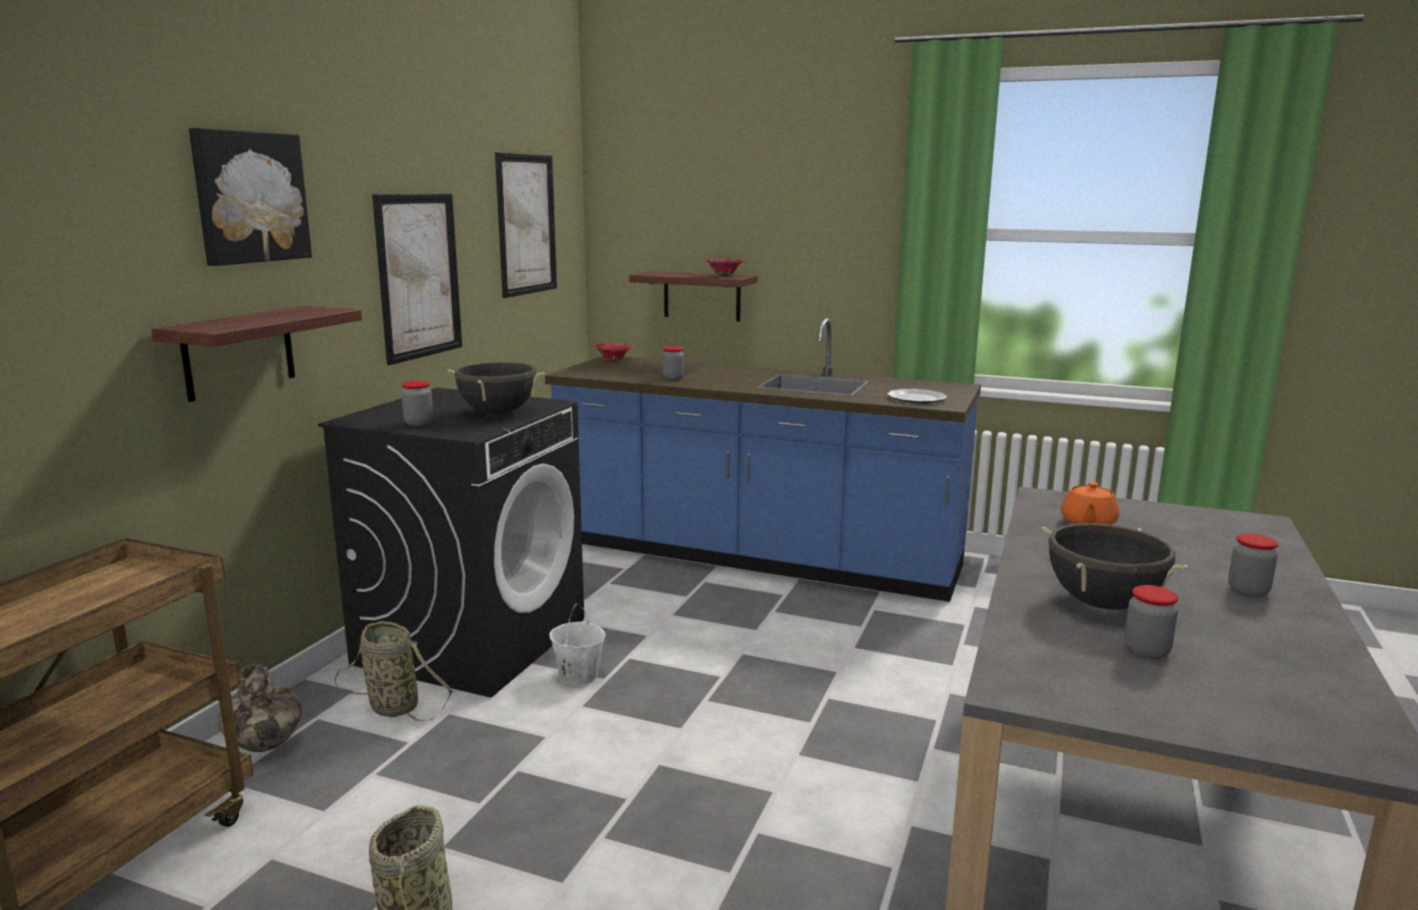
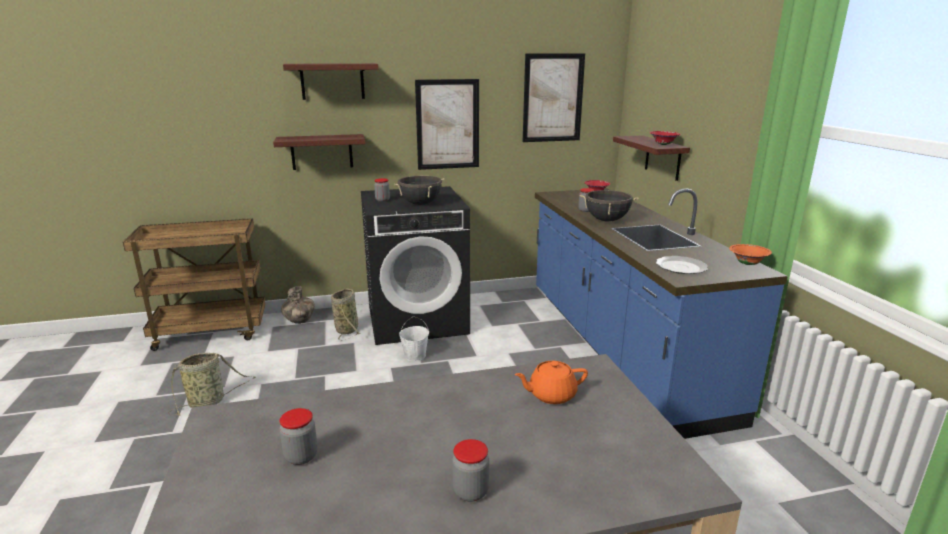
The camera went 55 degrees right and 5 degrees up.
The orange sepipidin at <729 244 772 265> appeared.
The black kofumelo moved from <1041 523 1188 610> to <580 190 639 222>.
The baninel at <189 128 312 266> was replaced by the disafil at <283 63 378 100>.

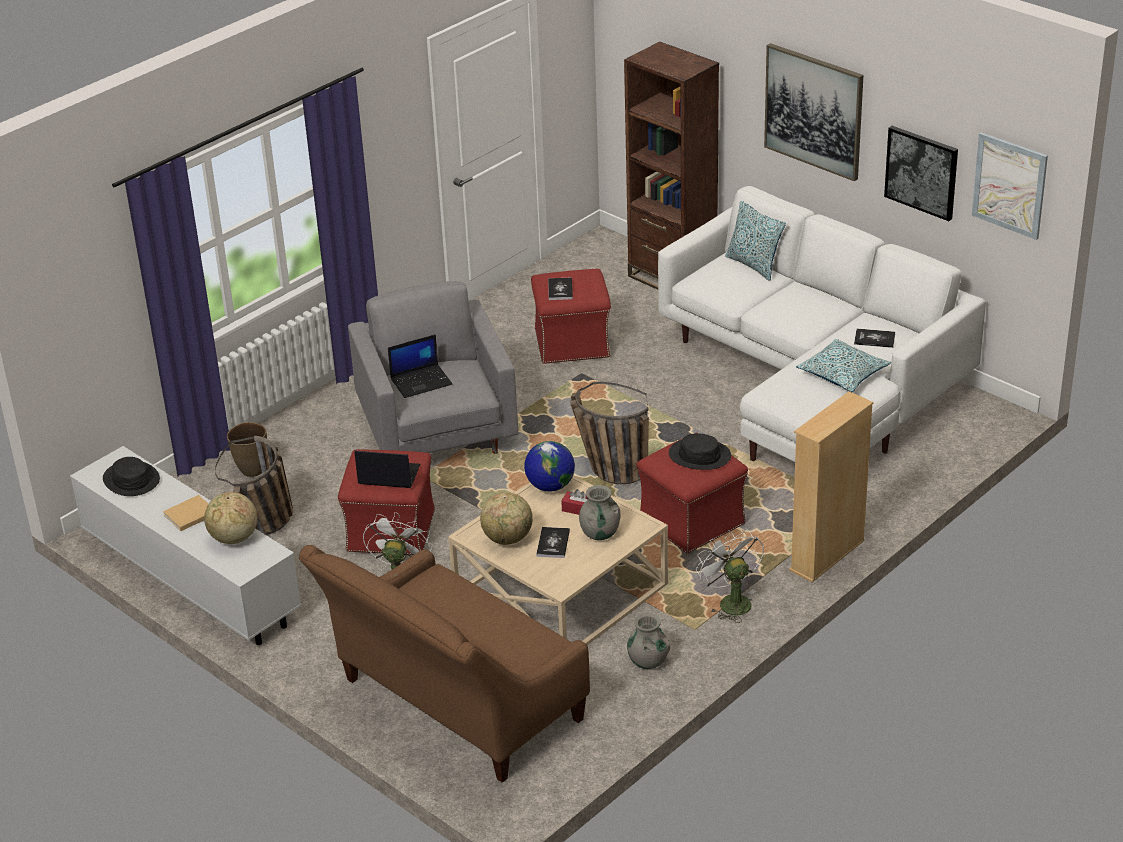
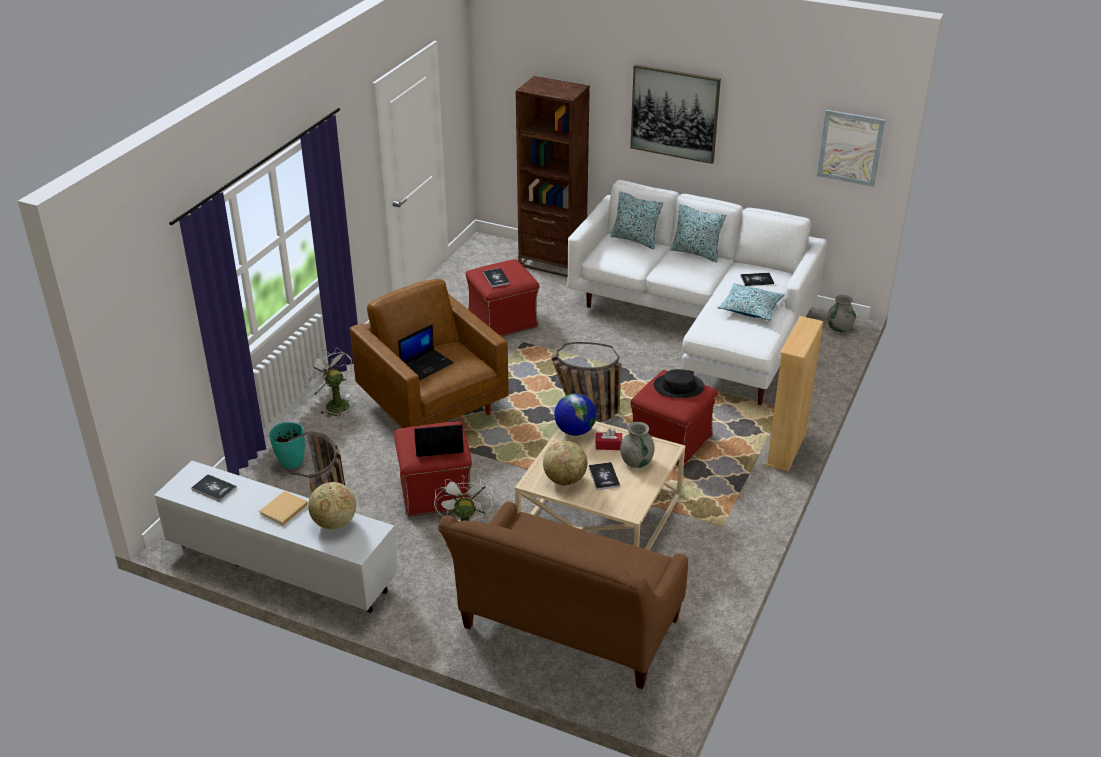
The camera went 20 degrees left and 0 degrees up.
The baninel at <884 126 958 221> disappeared.
The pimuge at <670 204 726 262> appeared.
The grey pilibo moved from <627 613 670 669> to <827 295 856 332>.
The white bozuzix moved from <696 529 764 623> to <304 348 352 417>.
The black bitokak at <103 457 160 496> was replaced by the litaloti at <191 474 237 502>.
The brown pilibo at <227 422 267 477> became the turquoise pilibo at <269 422 305 469>.
The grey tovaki at <348 281 518 454> became the brown tovaki at <350 279 509 428>.

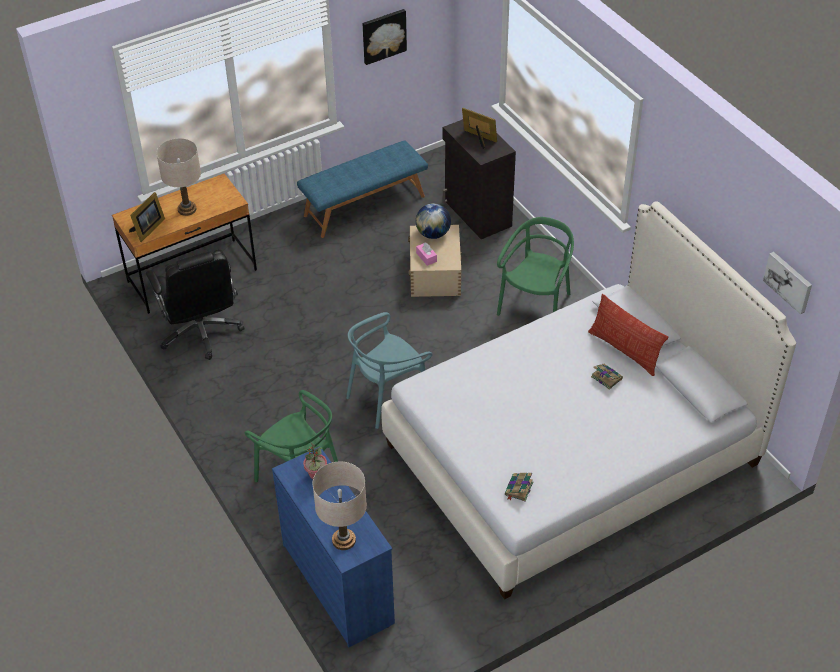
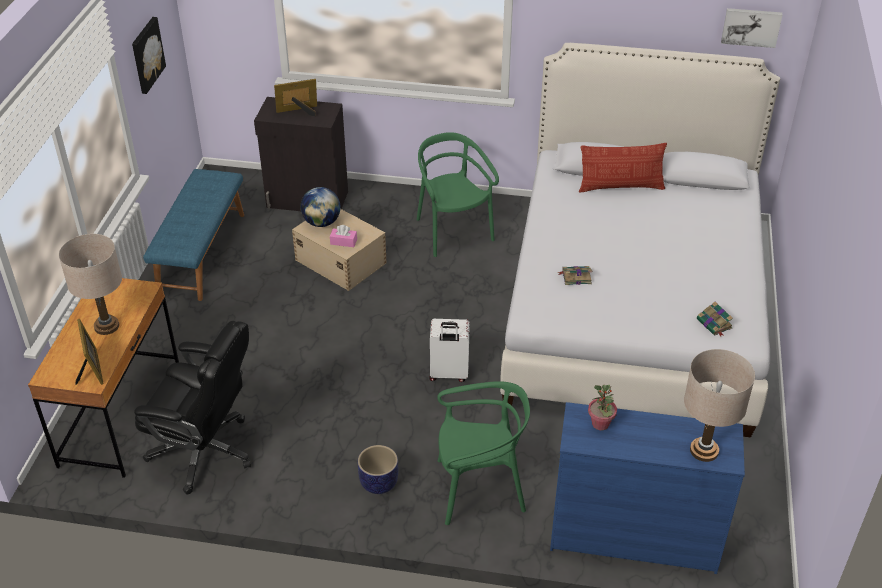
The camera went 50 degrees left and 5 degrees down.
The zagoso at <358 445 398 494> appeared.
The litaloti moved from <591 364 623 390> to <558 266 593 285>.
The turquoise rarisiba at <346 312 432 429> was replaced by the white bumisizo at <429 319 470 382>.

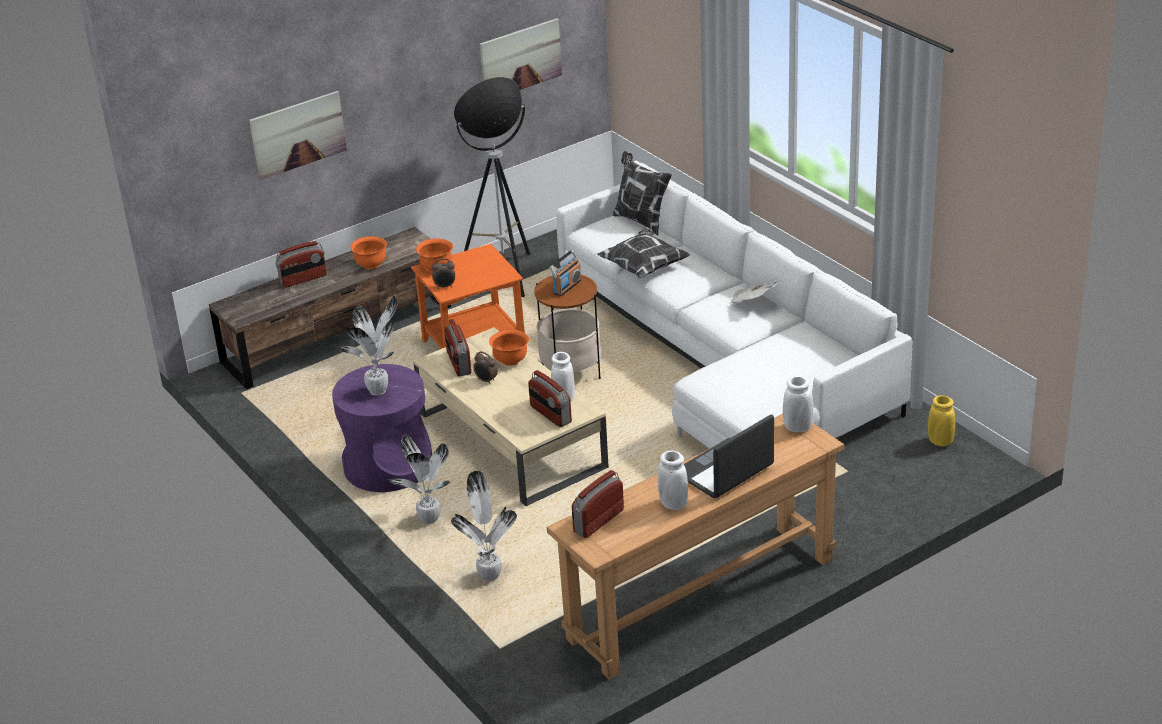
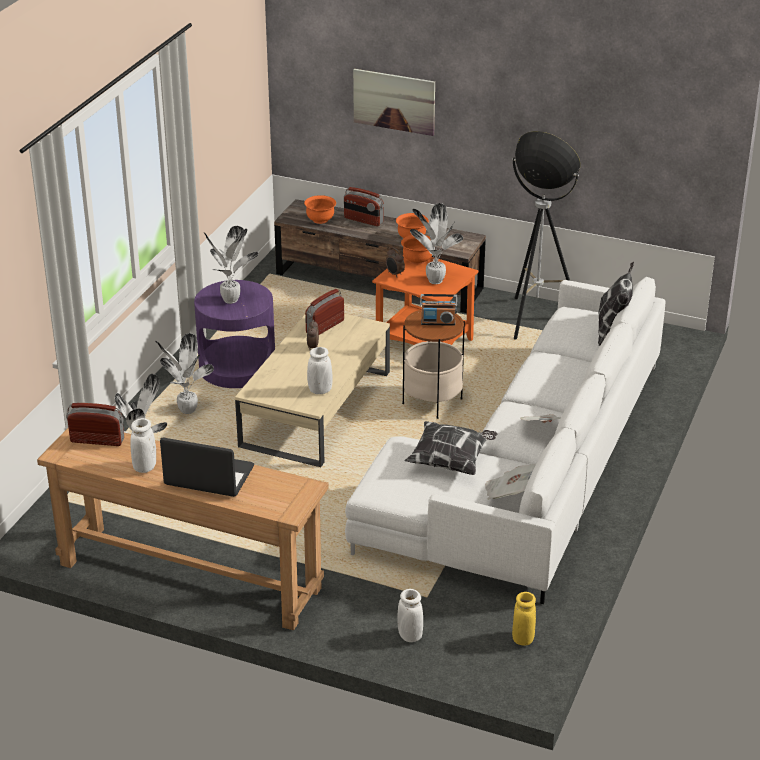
The camera went 55 degrees right and 0 degrees up.
The baninel at <480 18 562 90> disappeared.
The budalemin at <528 370 572 427> disappeared.
The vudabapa at <410 203 463 284> appeared.
The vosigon at <485 464 535 500> appeared.
The orange sepipidin moved from <489 329 529 366> to <304 195 336 224>.
The pimuge moved from <597 228 690 279> to <405 421 497 475>.
The white pilibo moved from <783 376 813 432> to <397 589 423 642>.

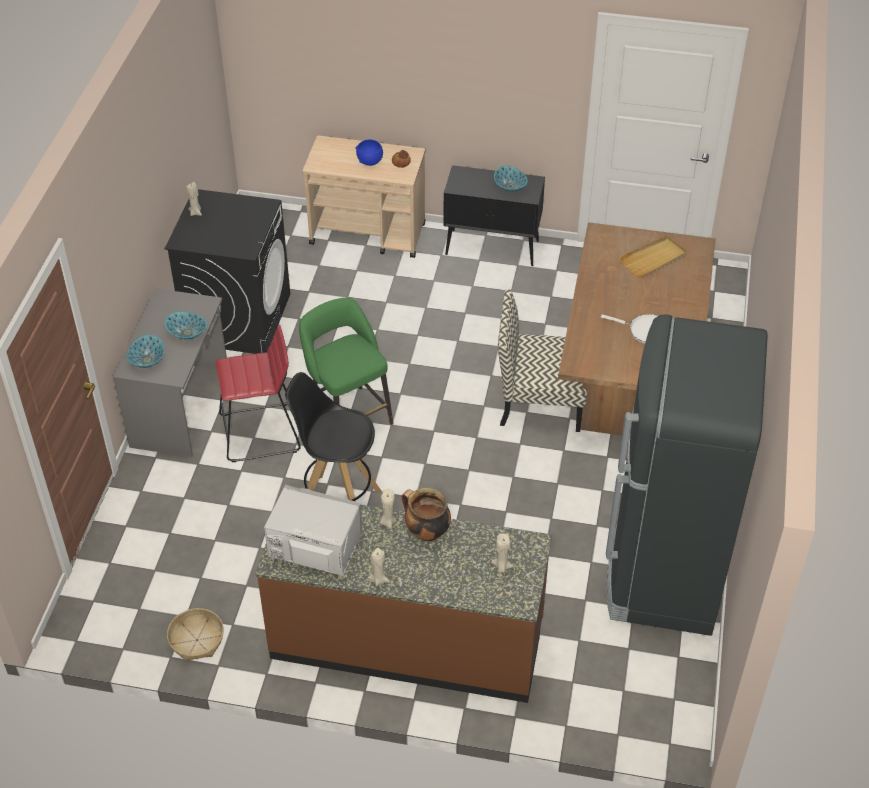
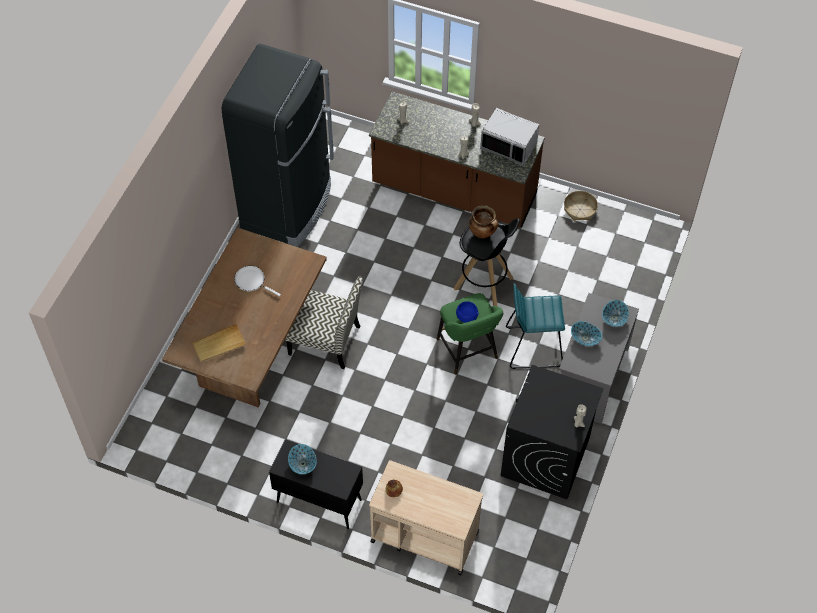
The camera went 170 degrees left and 10 degrees up.
The blue sepipidin moved from <355 140 383 166> to <456 301 479 323>.
The kofumelo moved from <402 488 451 541> to <469 205 499 238>.
The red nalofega at <216 325 301 462> became the turquoise nalofega at <506 283 565 369>.

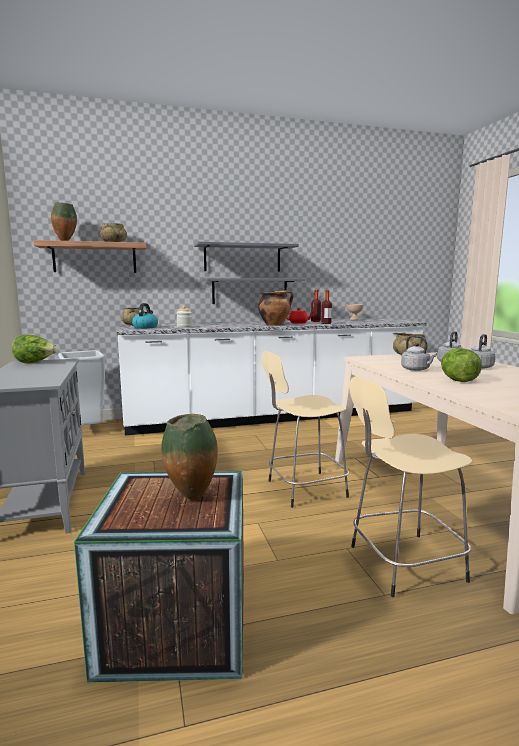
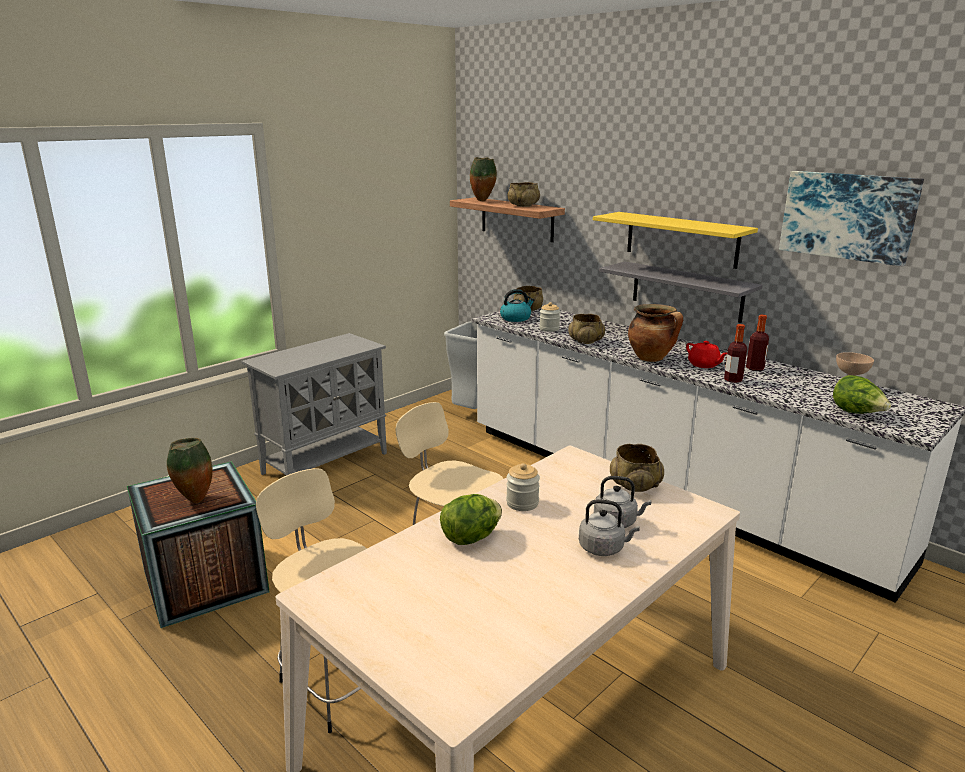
The camera went 60 degrees right and 10 degrees up.
The beige sepipidin at <568 314 605 344> appeared.
The baninel at <779 171 924 266> appeared.
The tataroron moved from <12 335 58 363> to <833 375 891 414>.
The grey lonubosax at <401 335 437 371> was replaced by the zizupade at <506 463 540 511>.
The grey disafil at <194 242 299 272> became the yellow disafil at <593 212 758 269>.

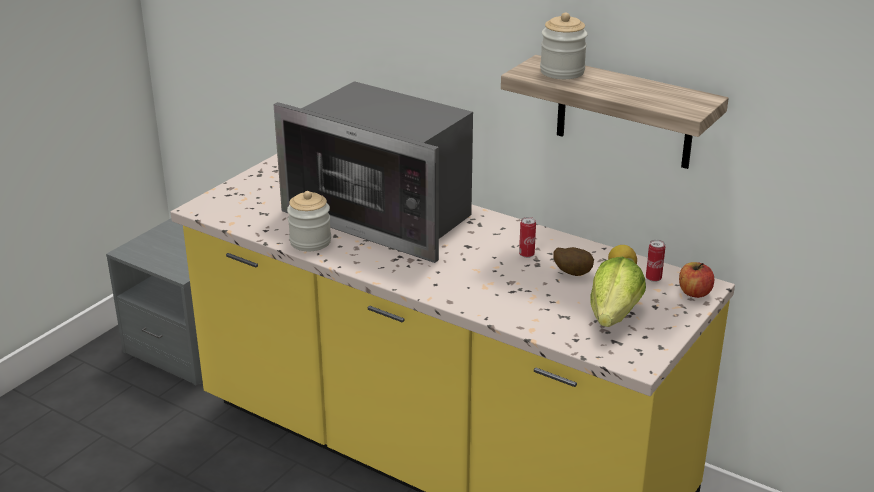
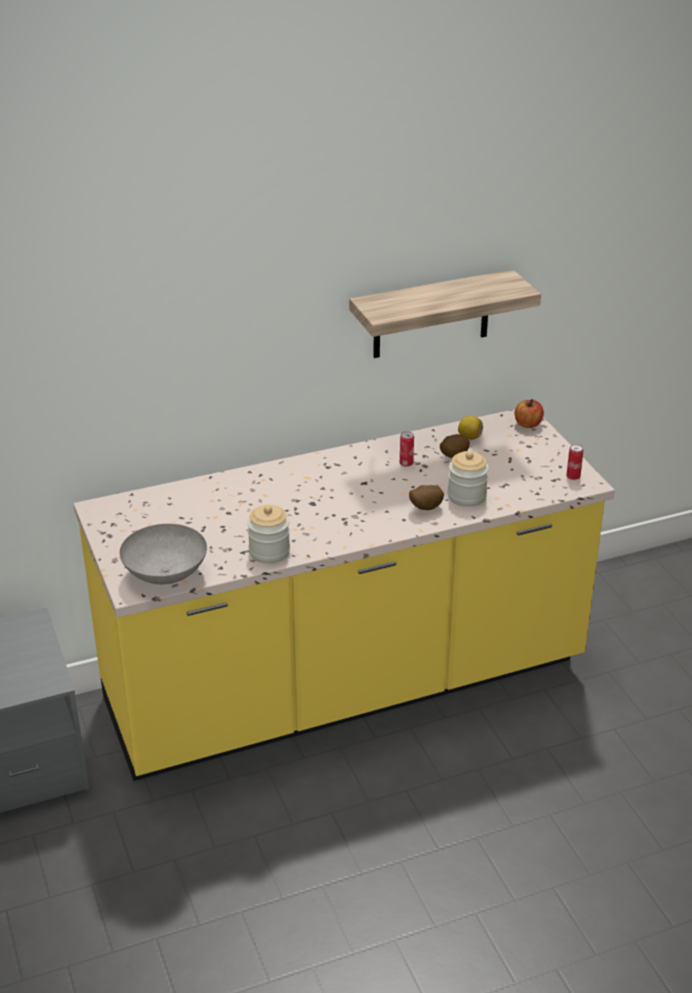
The camera went 55 degrees left and 5 degrees up.
The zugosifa at <273 81 473 263> disappeared.
The tataroron at <590 257 646 327> disappeared.
The grey sepipidin at <120 524 207 584> appeared.
The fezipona at <409 485 444 510> appeared.
The zizupade moved from <540 13 588 79> to <448 451 489 507>.
The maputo moved from <646 240 665 282> to <566 444 584 480>.

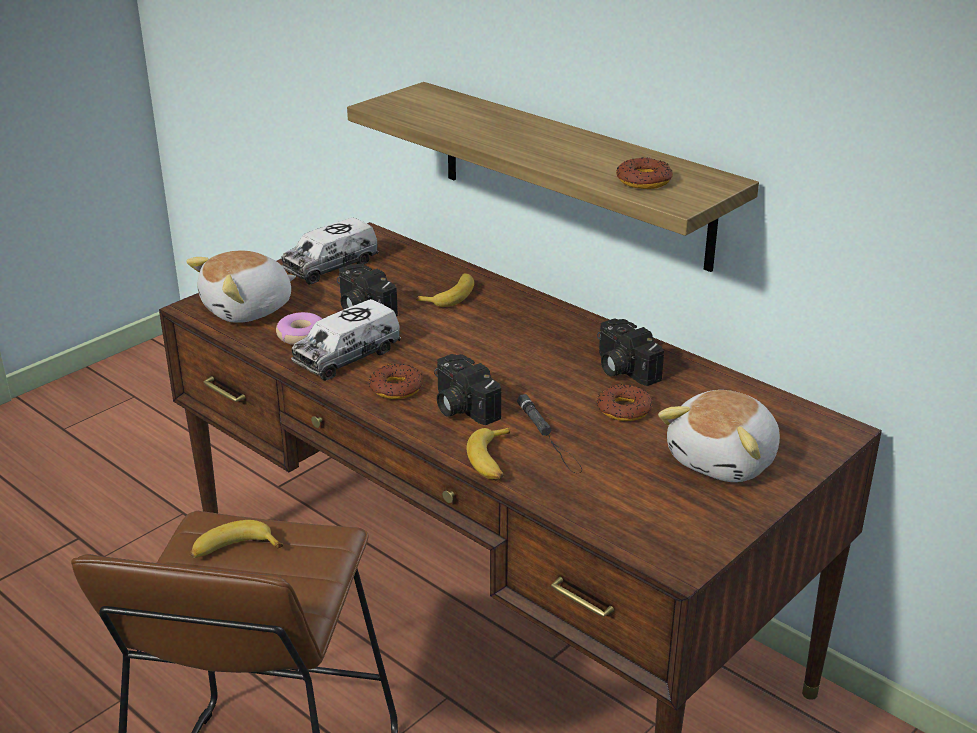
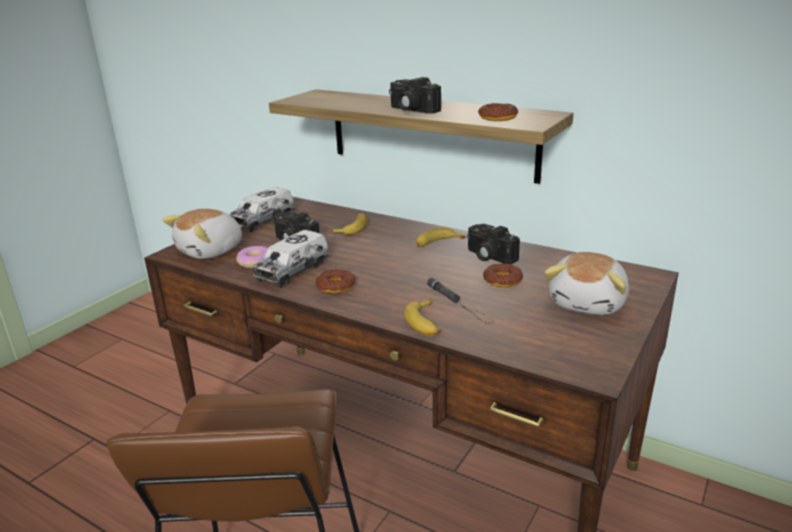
The camera went 10 degrees left and 5 degrees down.
The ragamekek moved from <190 520 283 558> to <416 228 465 247>.
The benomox moved from <434 354 501 425> to <389 77 441 114>.

